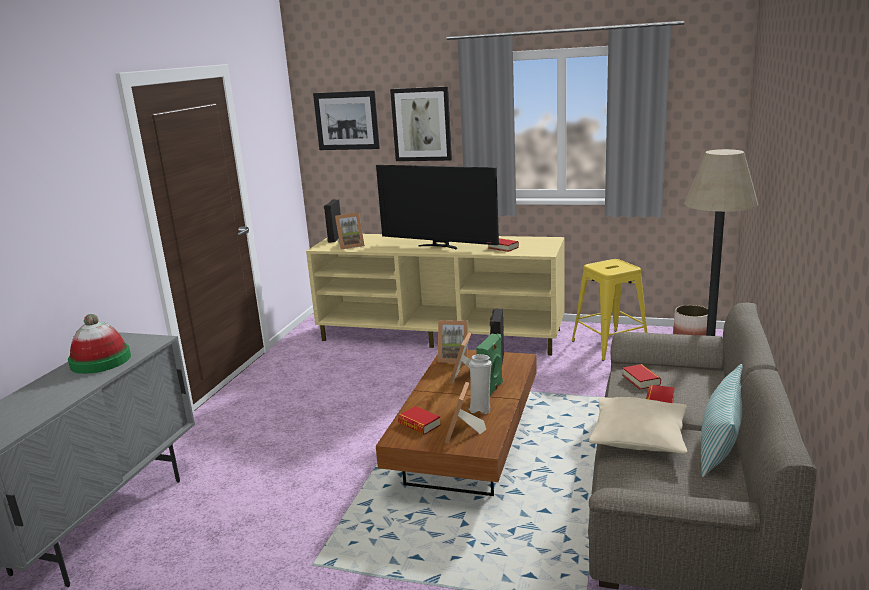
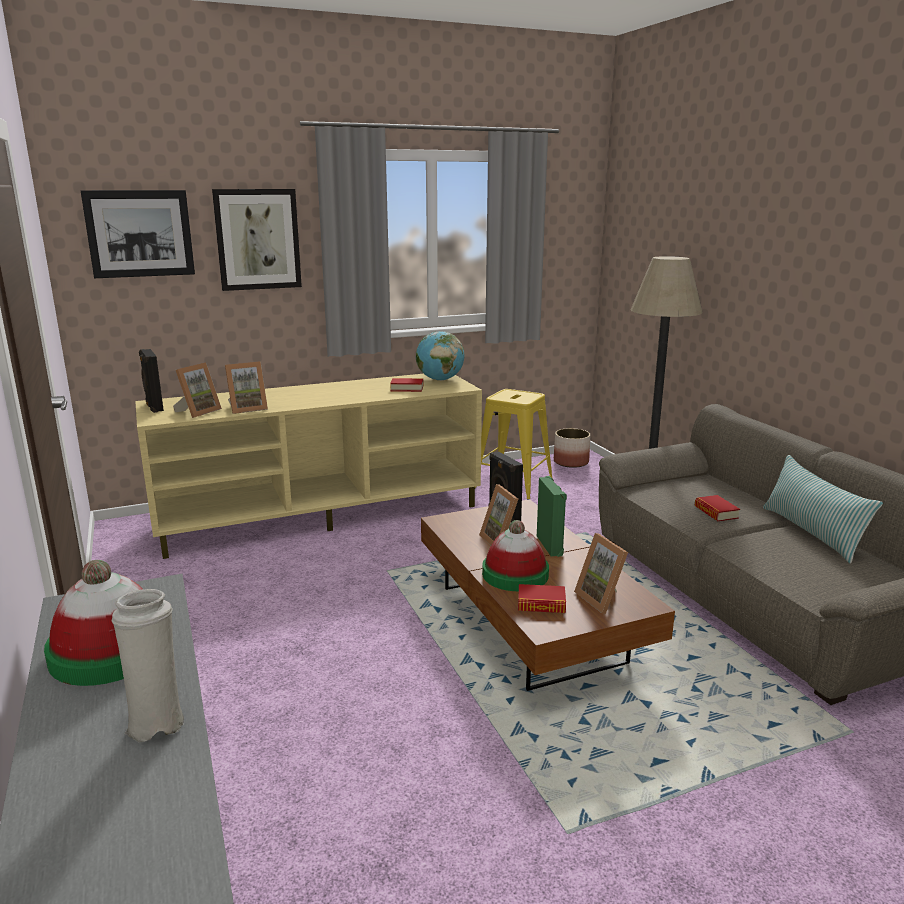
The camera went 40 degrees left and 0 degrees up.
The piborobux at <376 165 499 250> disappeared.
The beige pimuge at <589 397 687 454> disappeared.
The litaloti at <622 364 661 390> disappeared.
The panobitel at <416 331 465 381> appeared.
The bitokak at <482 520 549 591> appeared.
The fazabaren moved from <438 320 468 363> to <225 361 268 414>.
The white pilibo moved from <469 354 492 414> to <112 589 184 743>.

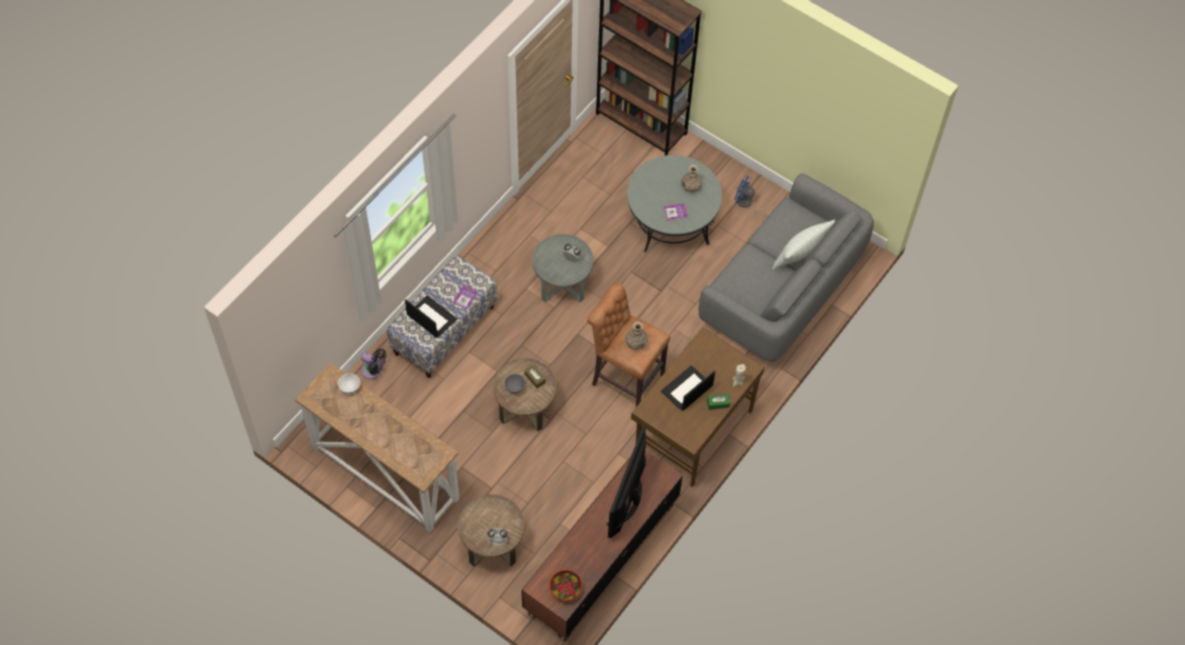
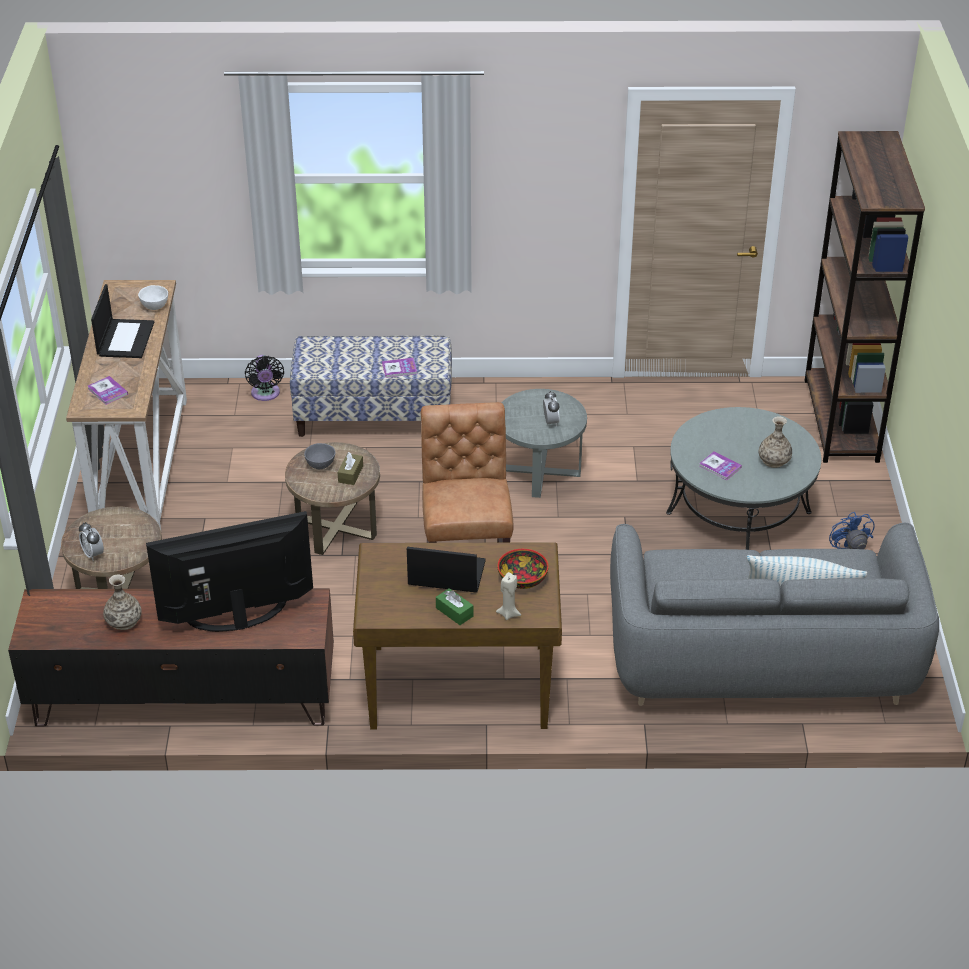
The camera went 55 degrees right and 20 degrees down.
The litaloti at <88 376 128 405> appeared.
The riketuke moved from <405 295 457 338> to <91 284 154 358>.
The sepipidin moved from <549 570 582 601> to <497 549 549 589>.
The pilibo moved from <625 322 648 350> to <103 575 142 630>.

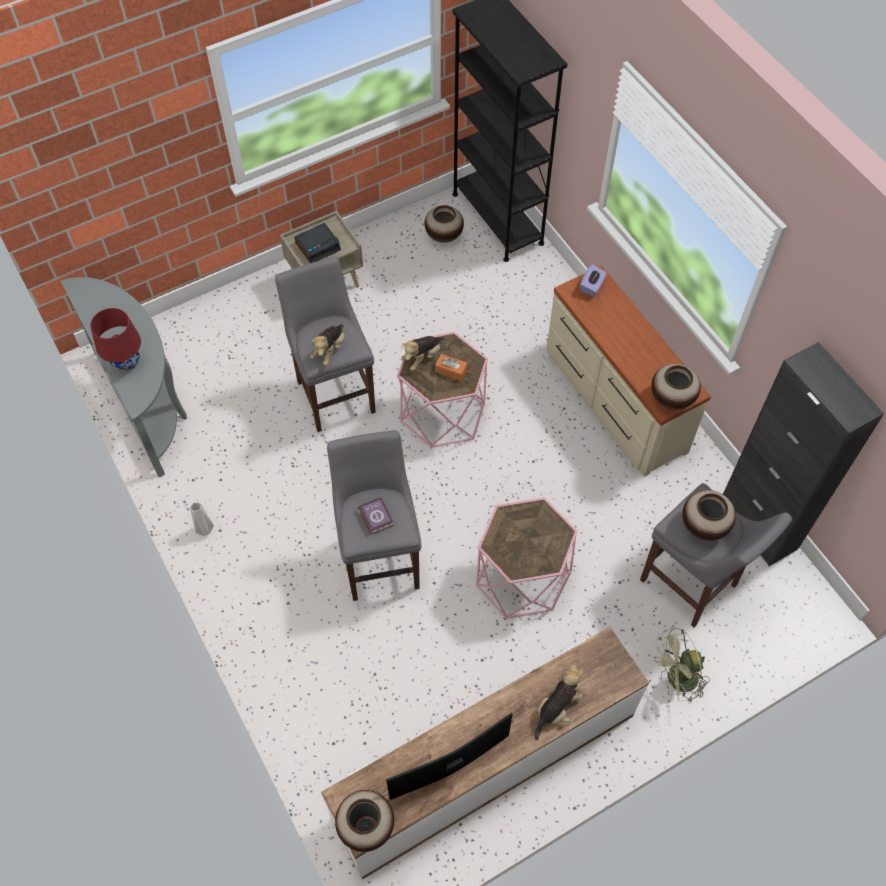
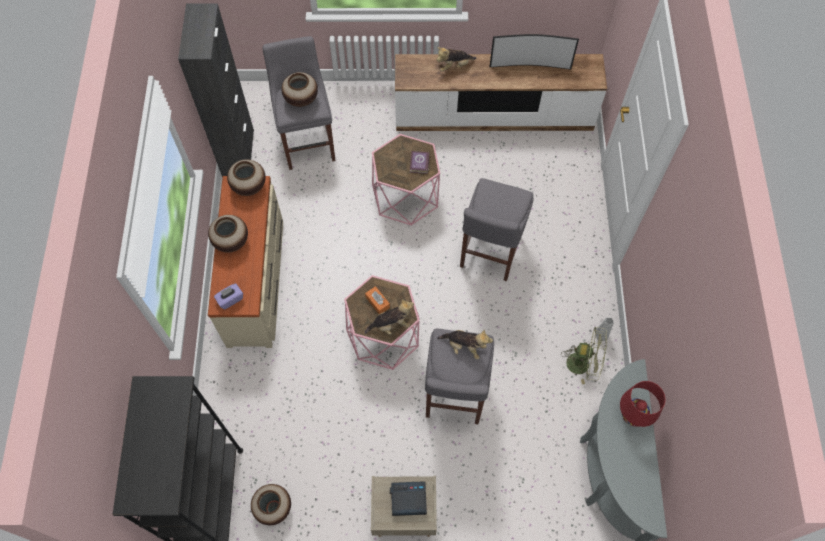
The camera went 150 degrees left and 5 degrees up.
The pilibo moved from <335 790 394 852> to <208 215 248 253>.
The litaloti moved from <357 497 394 535> to <410 151 430 174>.
The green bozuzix moved from <655 628 710 703> to <561 327 607 384>.
The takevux at <310 324 345 366> turned 60 degrees clockwise.

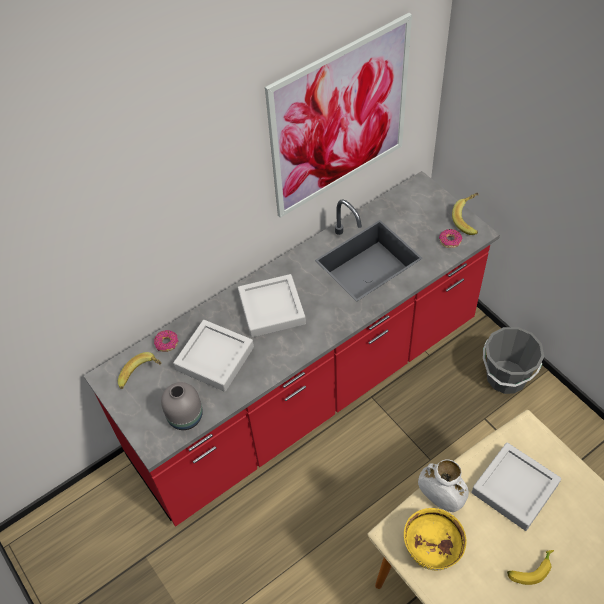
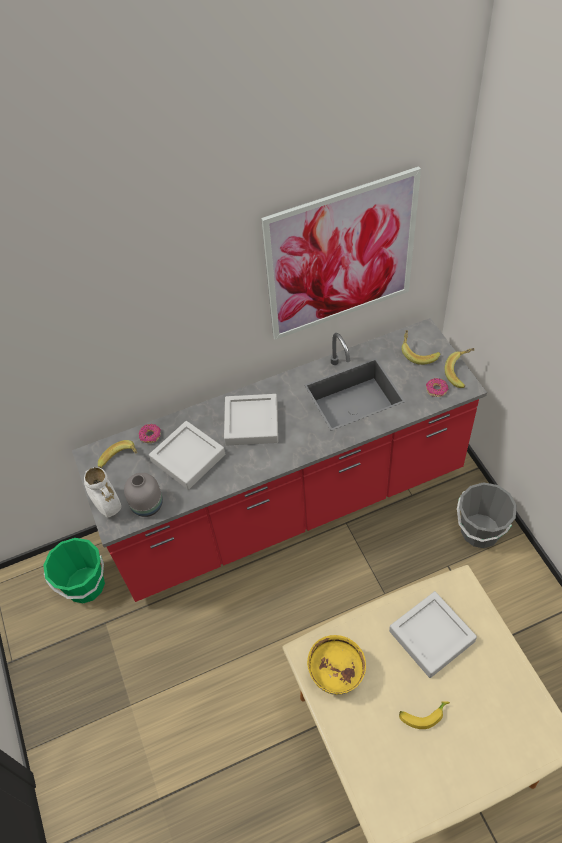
The camera went 15 degrees right and 0 degrees up.
The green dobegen at <43 538 105 603> appeared.
The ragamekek at <401 330 440 365> appeared.
The white pilibo moved from <418 459 469 512> to <84 467 121 518>.

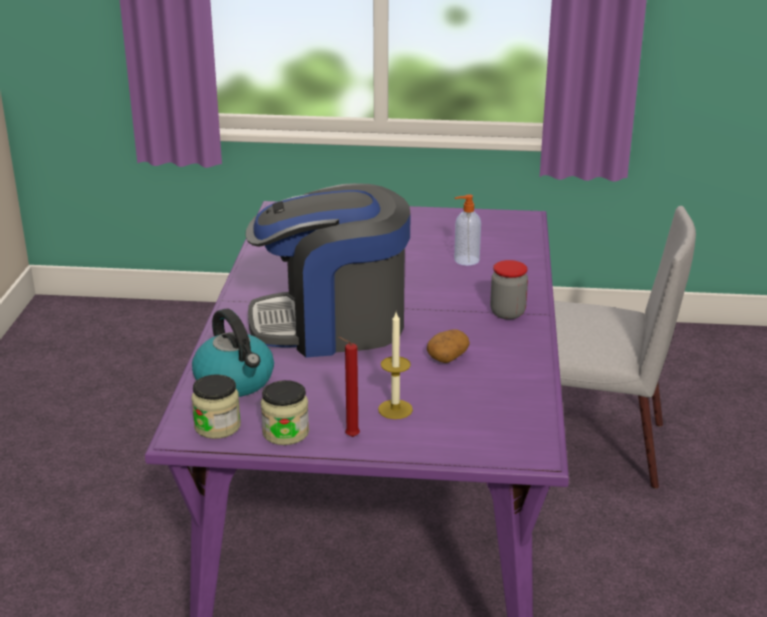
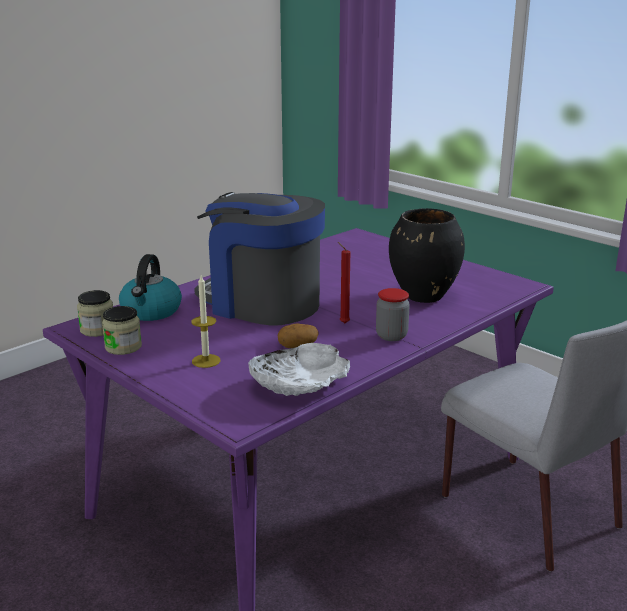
The camera went 40 degrees right and 5 degrees down.
The white sepipidin at <248 343 350 396> appeared.
The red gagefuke moved from <338 337 360 437> to <338 242 350 323>.
The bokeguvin at <454 194 481 266> was replaced by the black pilibo at <389 208 465 303>.

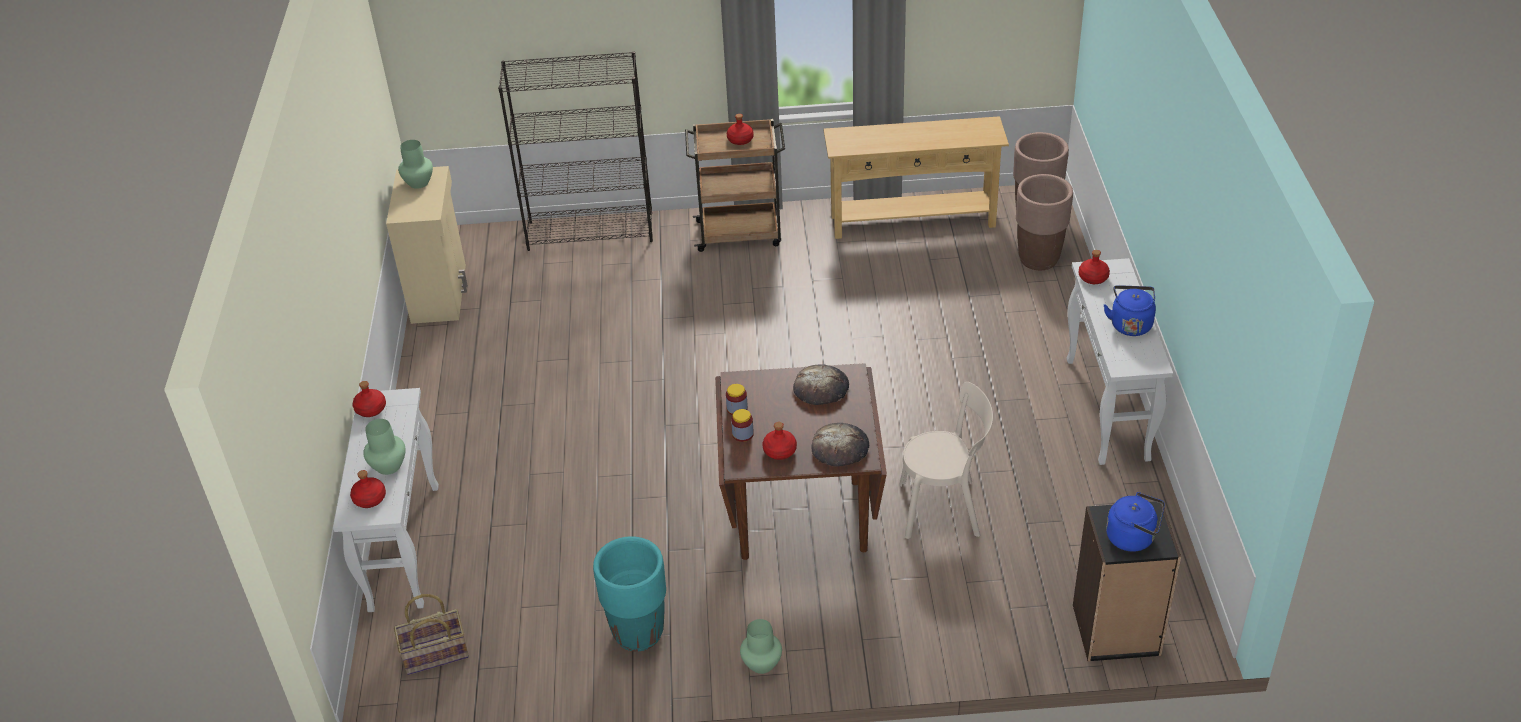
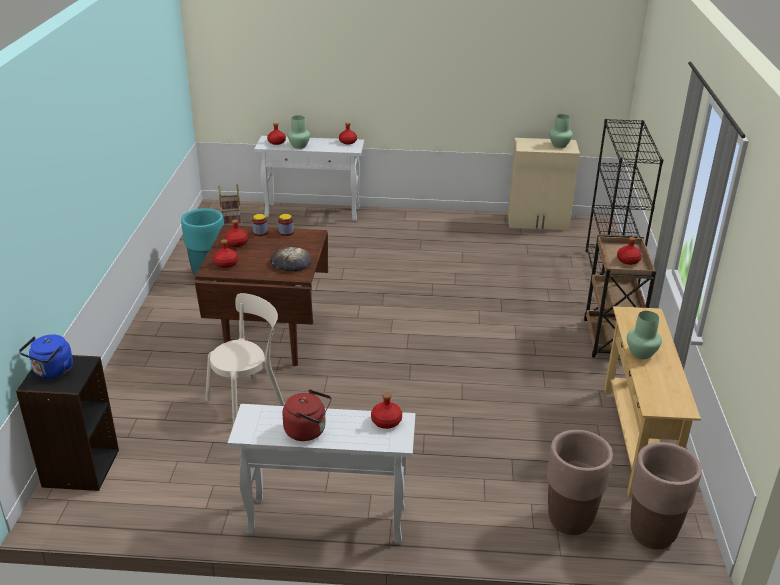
The camera went 95 degrees right and 10 degrees down.
The green pilibo moved from <740 619 782 674> to <627 311 662 359>.
The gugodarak at <811 423 869 467> was replaced by the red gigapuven at <213 239 238 268>.
The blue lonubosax at <1104 285 1156 336> became the red lonubosax at <282 389 332 441>.
The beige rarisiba at <899 382 993 539> turned 135 degrees counterclockwise.

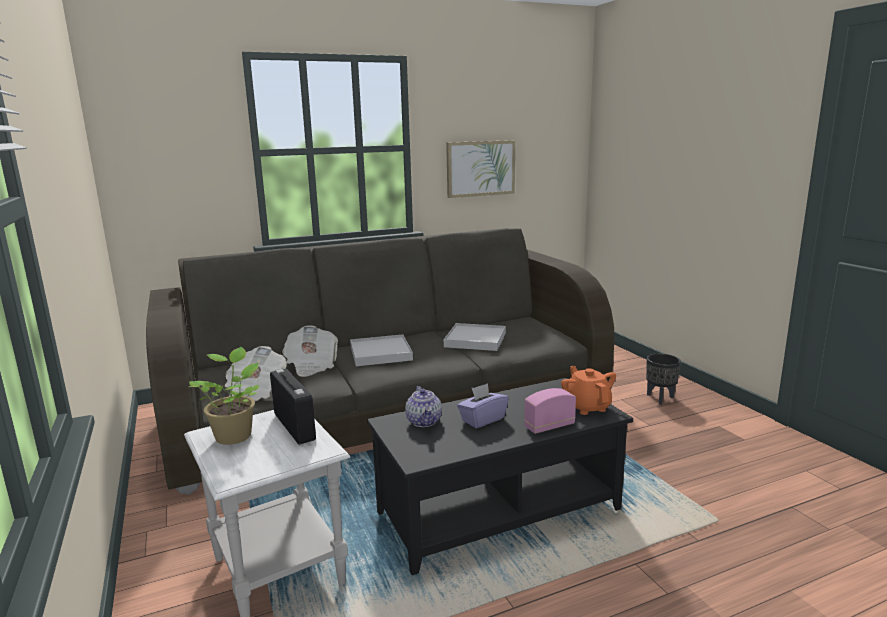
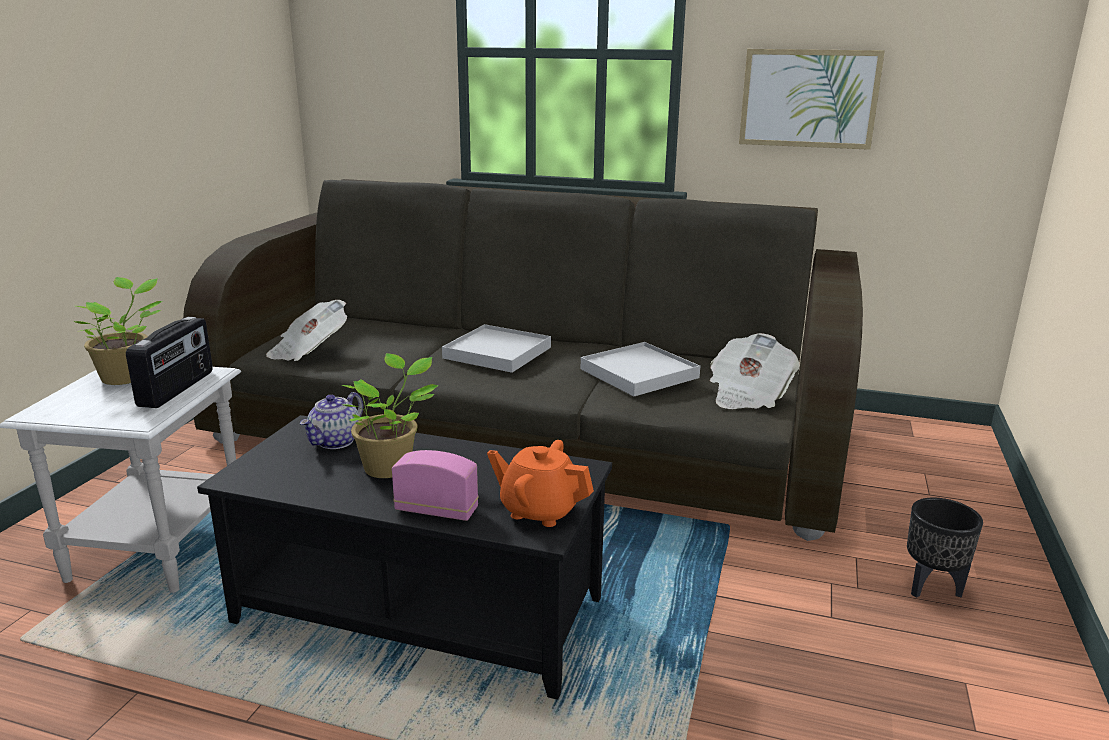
The camera went 40 degrees right and 5 degrees up.
The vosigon moved from <282 325 338 377> to <710 333 800 409>.
The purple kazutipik at <457 383 509 428> was replaced by the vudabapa at <342 353 439 478>.
The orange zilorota at <561 366 616 415> turned 90 degrees counterclockwise.

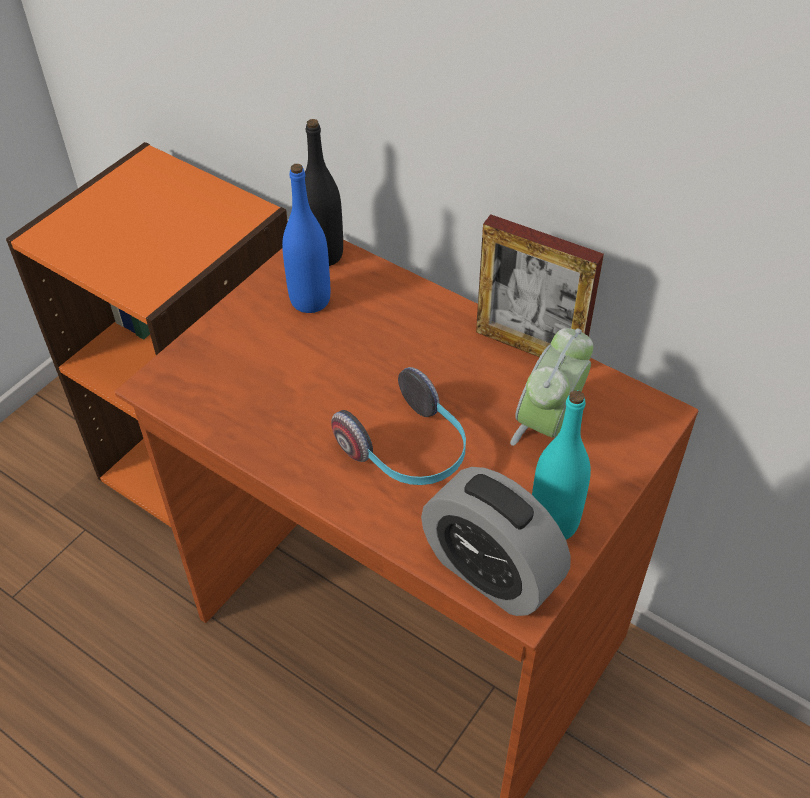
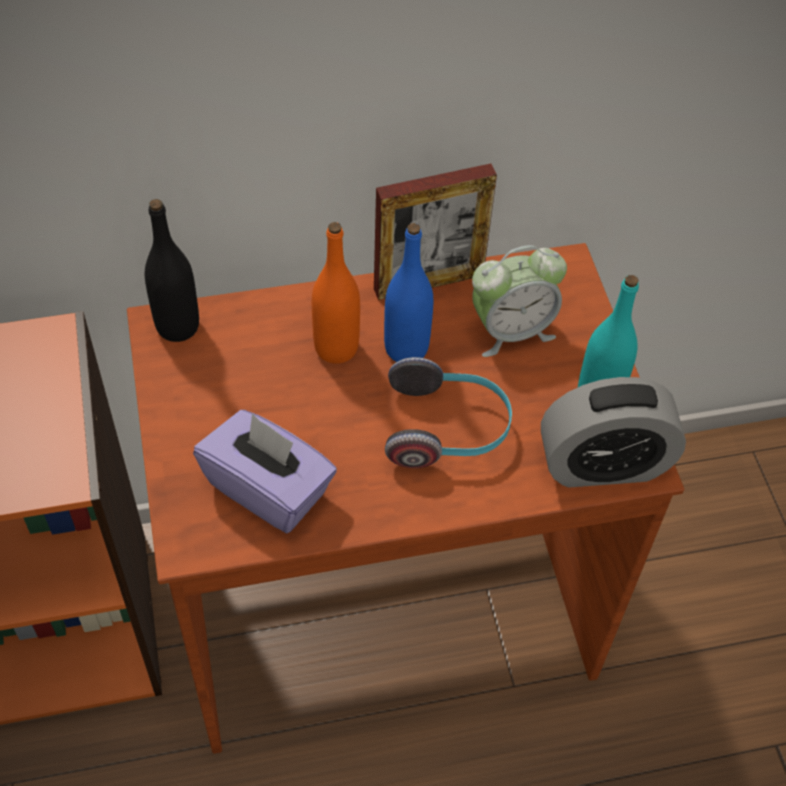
The camera went 50 degrees left and 5 degrees up.
The purple kazutipik at <193 410 337 533> appeared.
The orange gigapuven at <312 222 360 364> appeared.
The blue gigapuven moved from <282 164 330 313> to <384 223 433 362>.
The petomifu at <510 328 593 446> turned 90 degrees counterclockwise.

